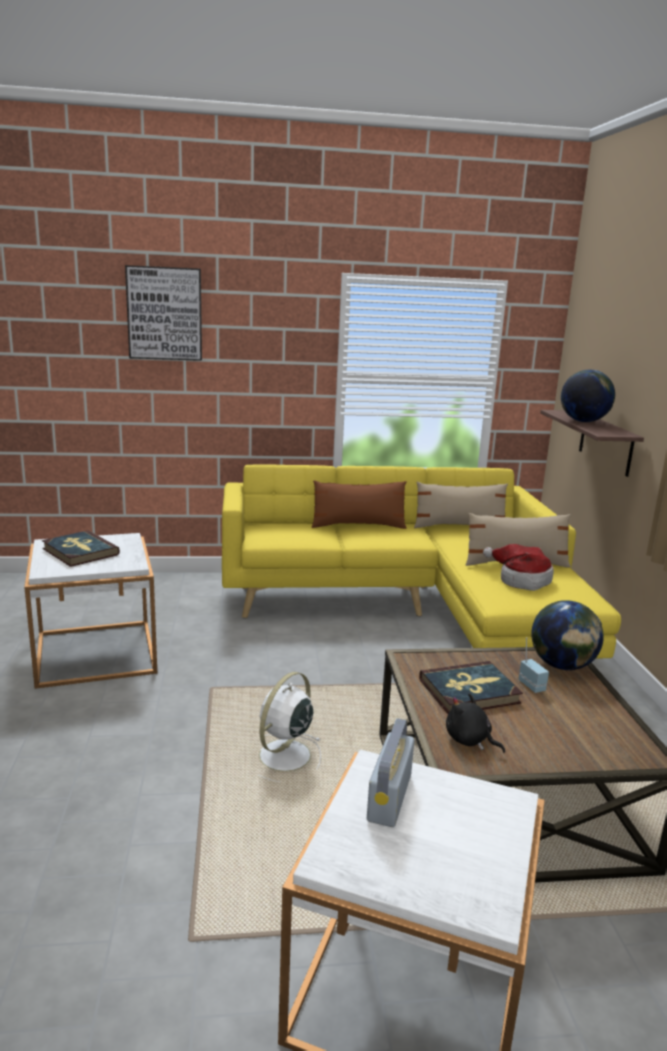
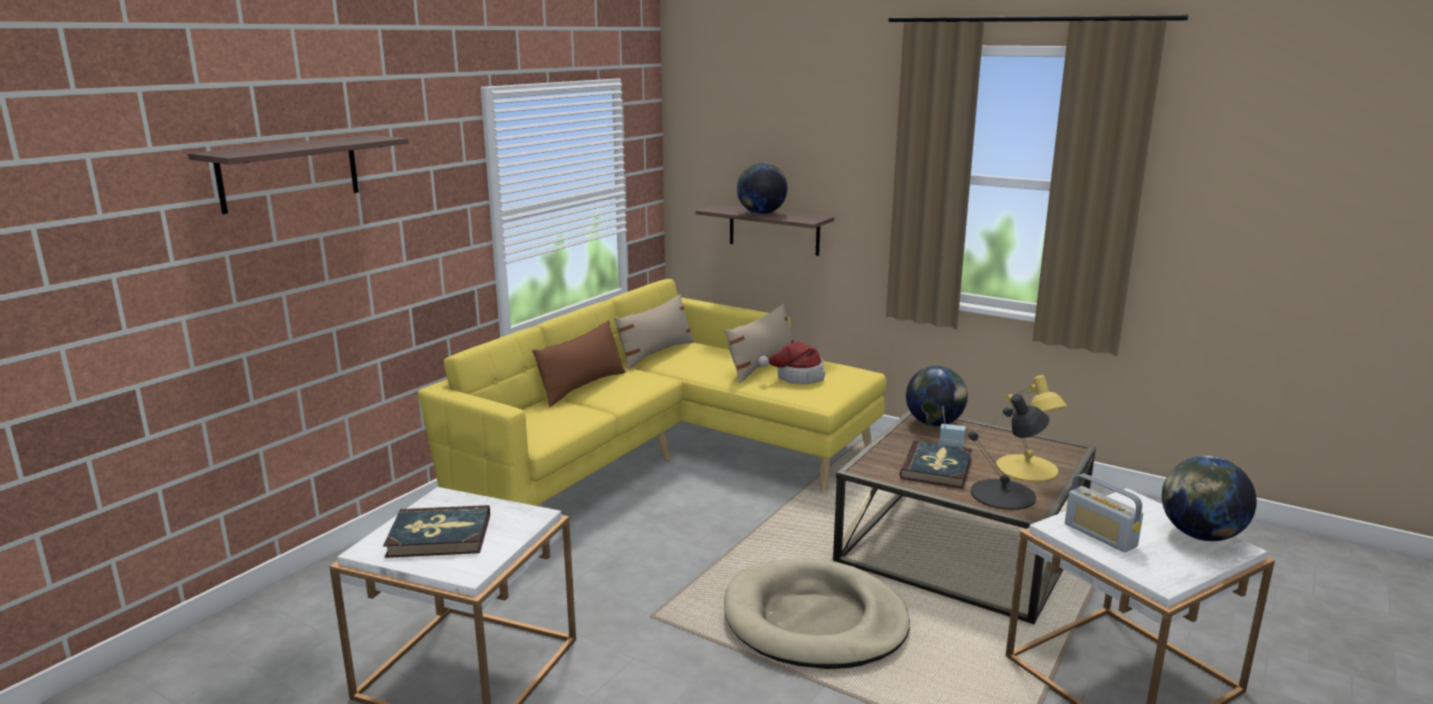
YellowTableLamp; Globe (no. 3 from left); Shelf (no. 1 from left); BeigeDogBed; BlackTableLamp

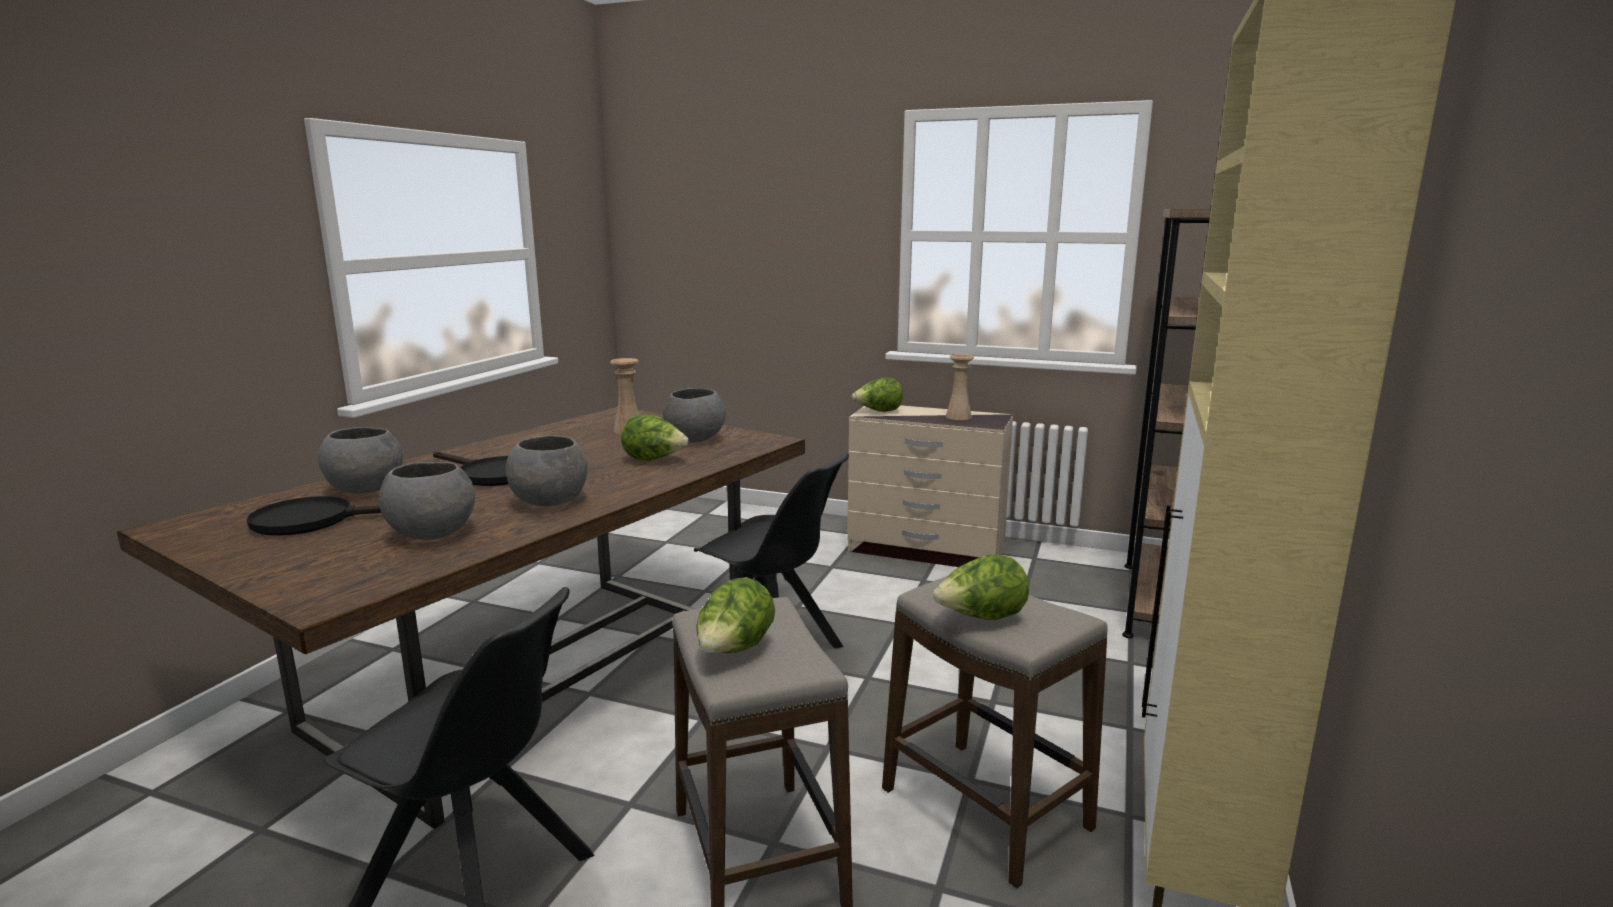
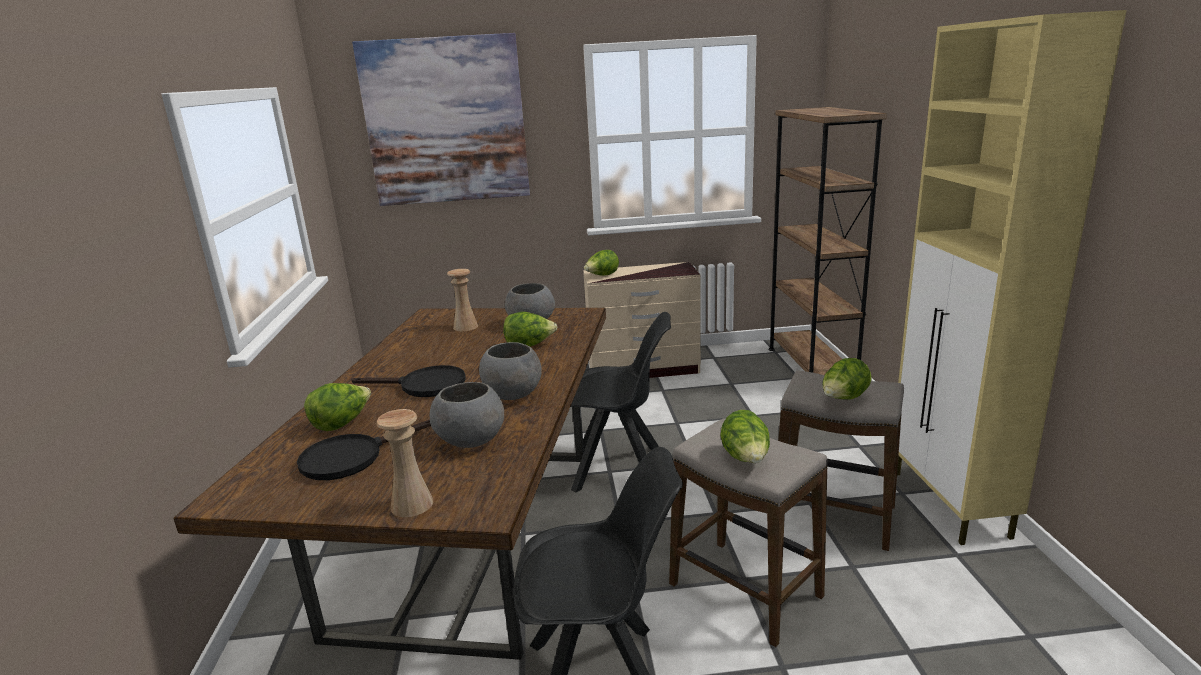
Picture; BeigeVase (no. 1 from left); Lettuce (no. 1 from left)

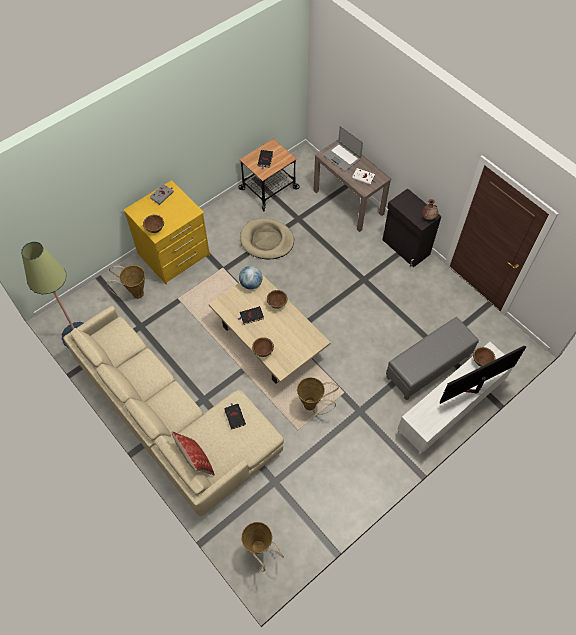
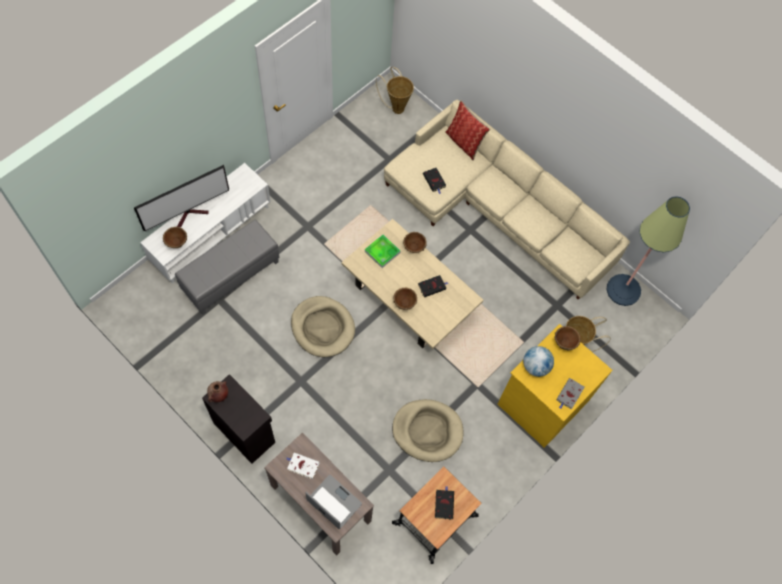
Basket (no. 3 from left in the first image); BeigeDogBed (no. 1 from left); Tray; Globe

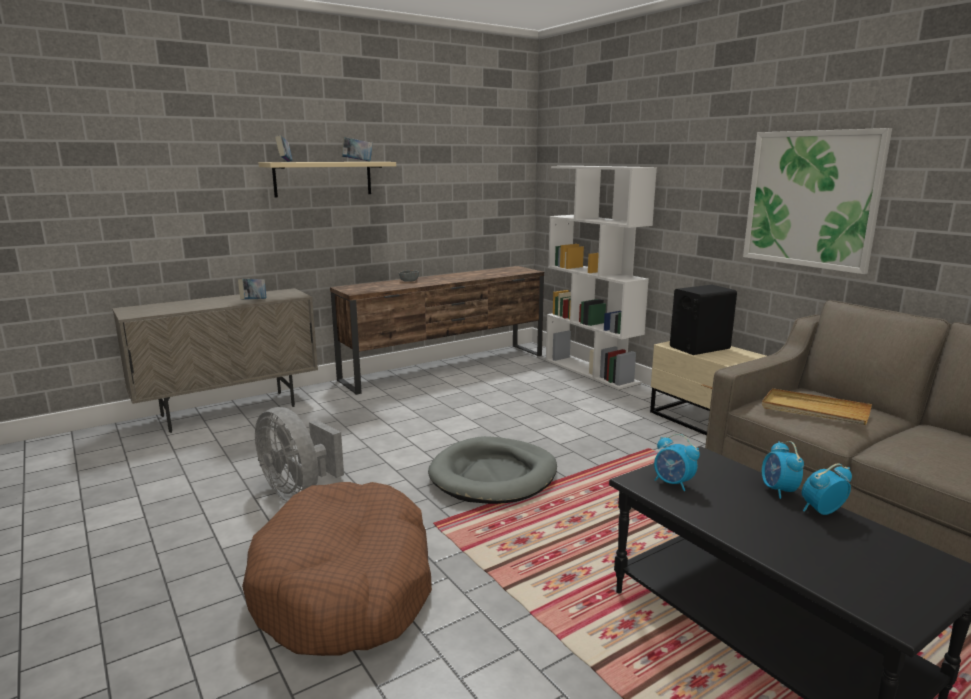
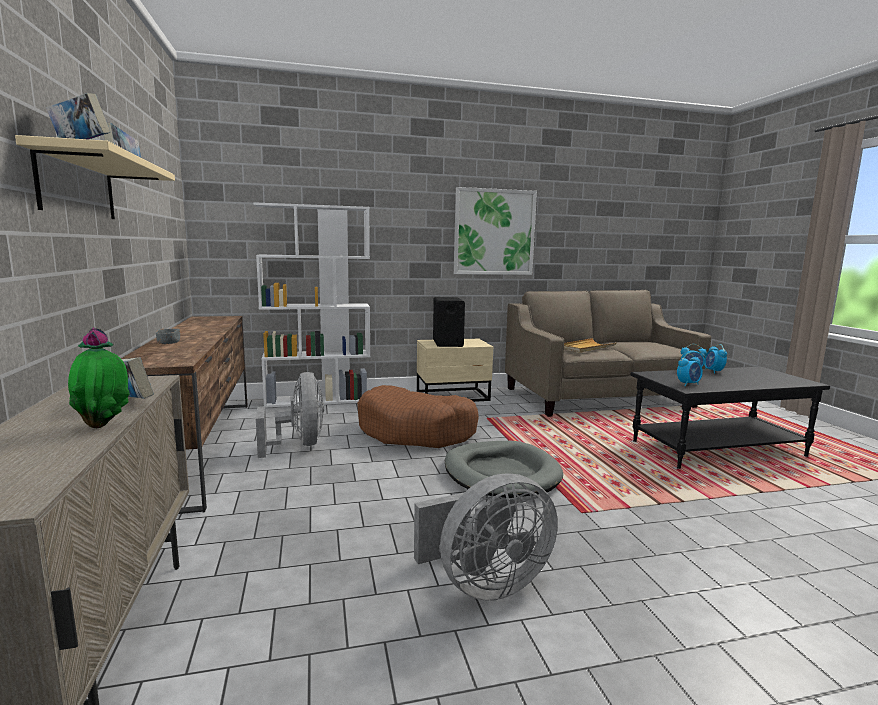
PottedPlant; GreyFan (no. 1 from left); BrownDogBed

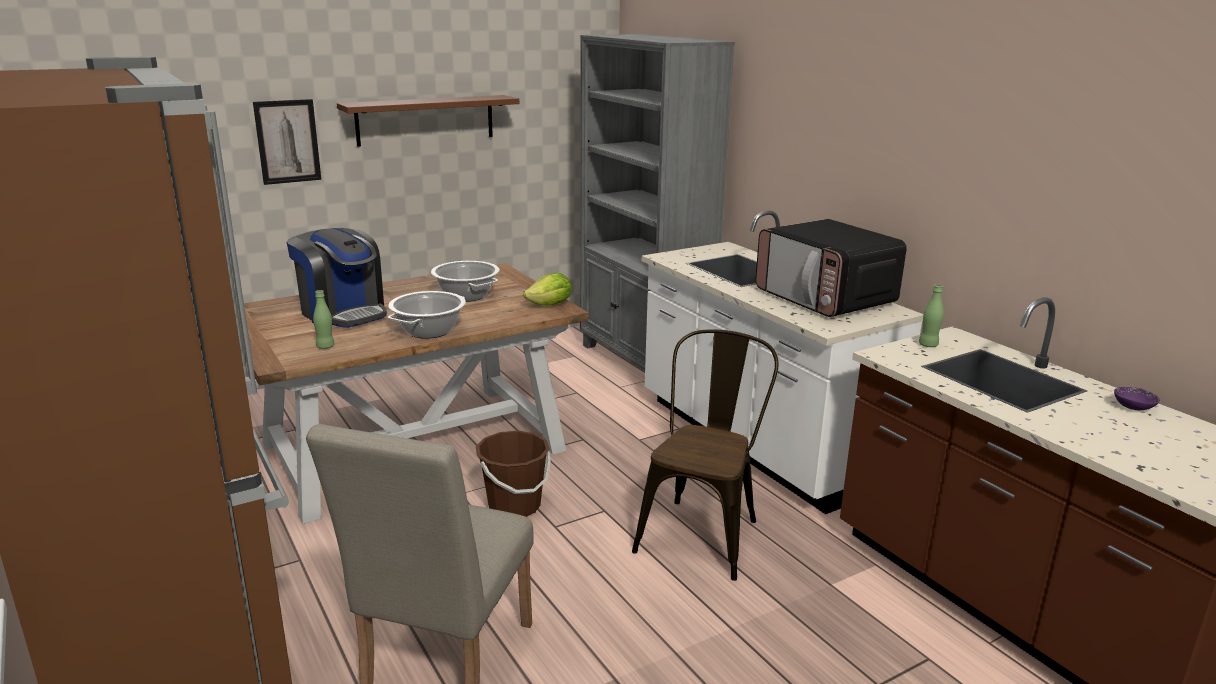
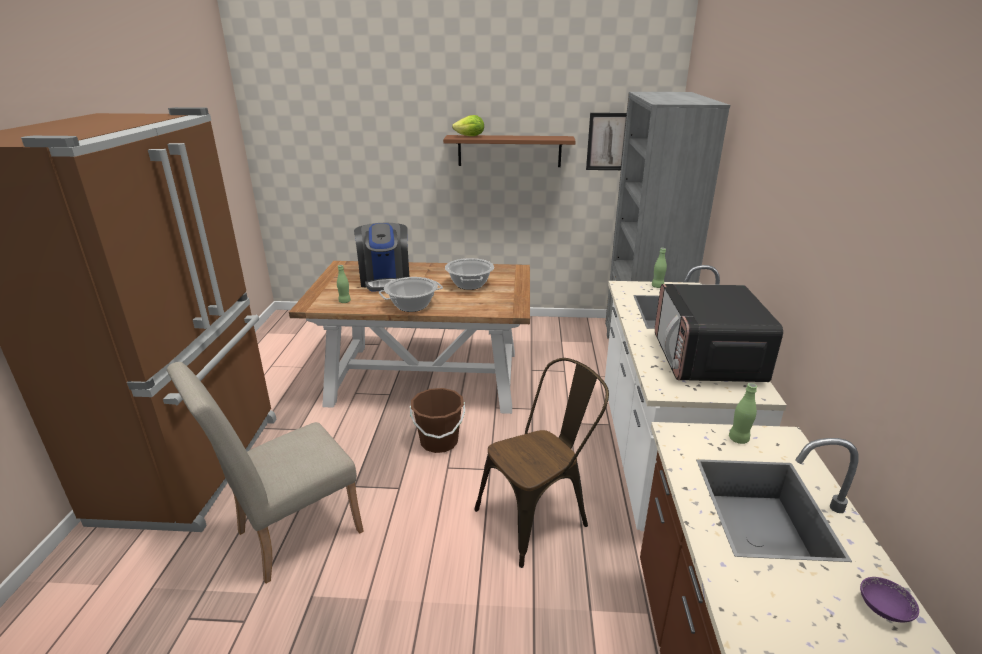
GreenBottle (no. 2 from left); Picture; Lettuce

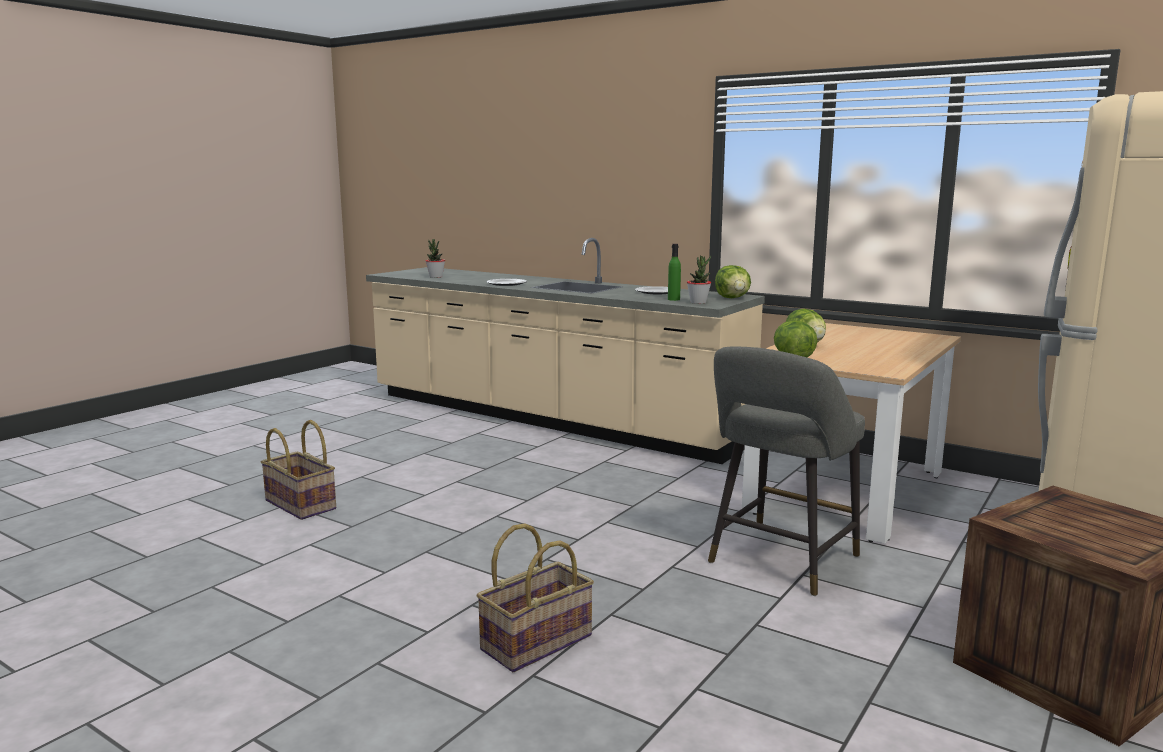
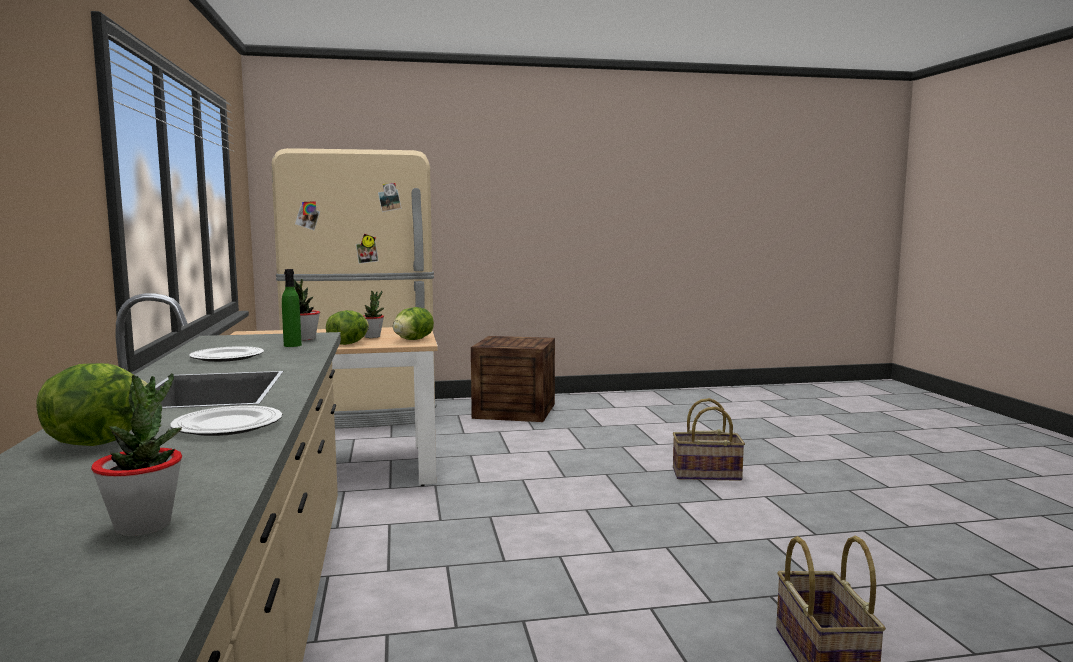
GreyStool; PottedPlant (no. 3 from left); Lettuce (no. 1 from left)

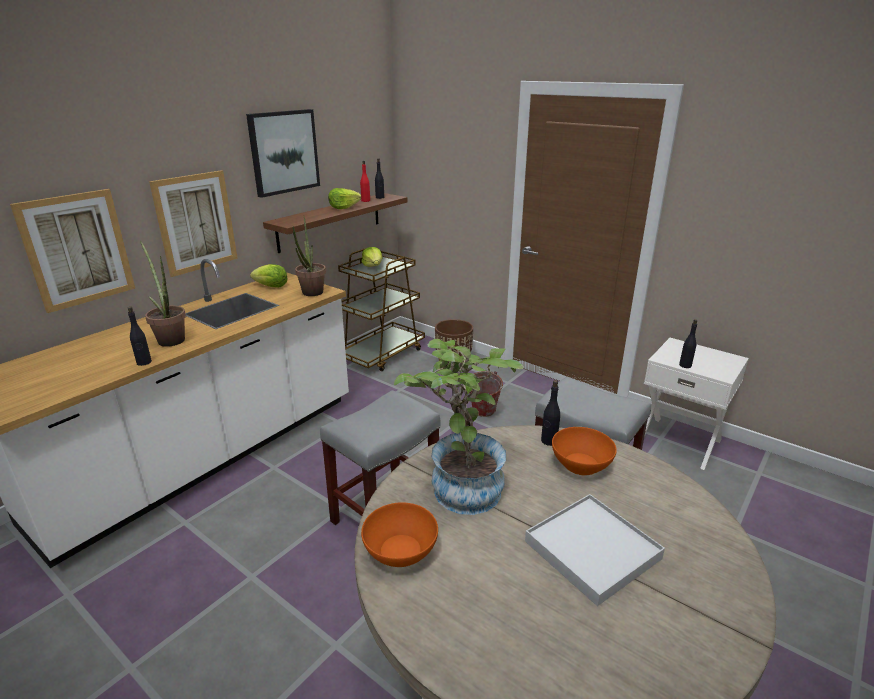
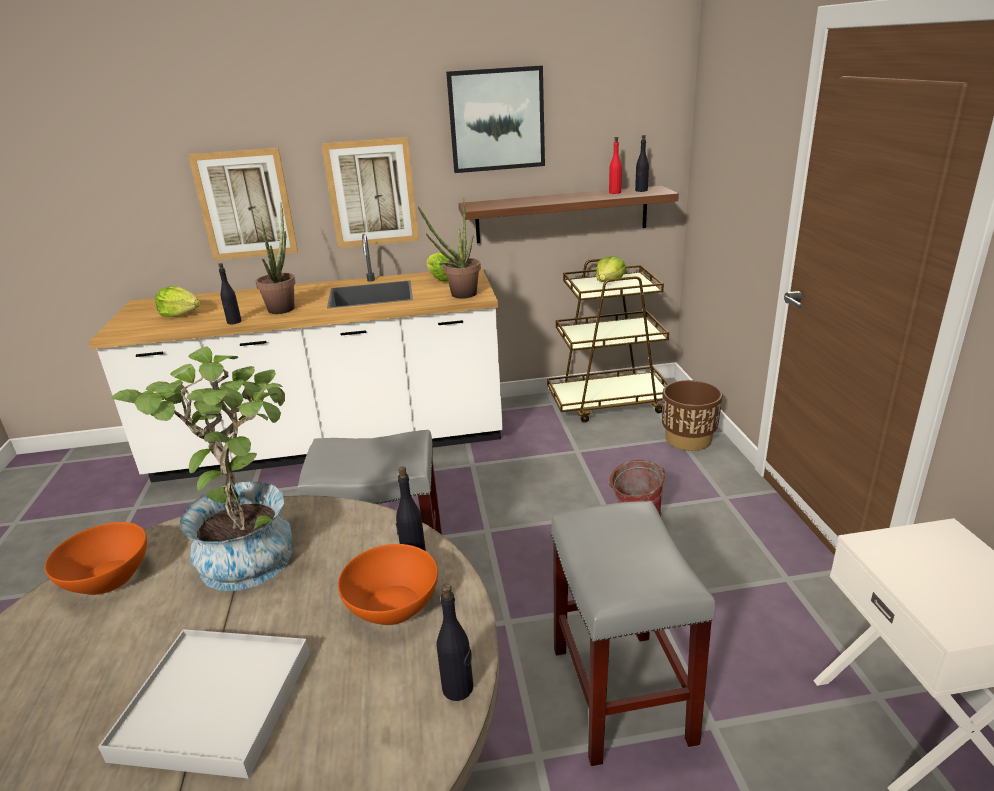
Lettuce (no. 1 from left); BlackBottle (no. 3 from left)

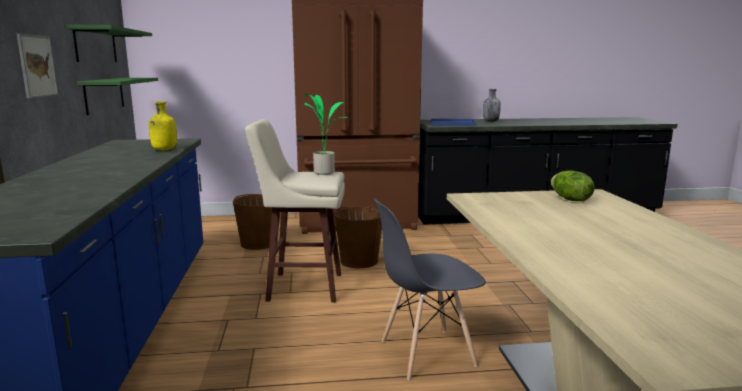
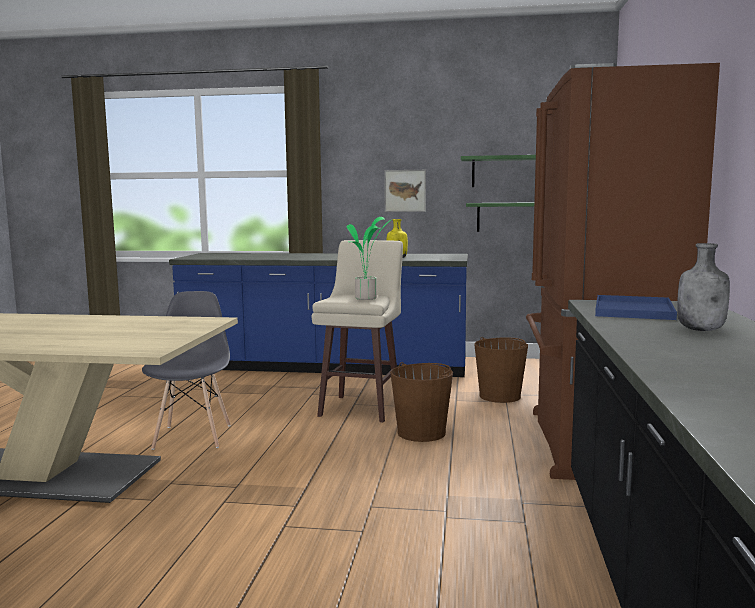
Lettuce

